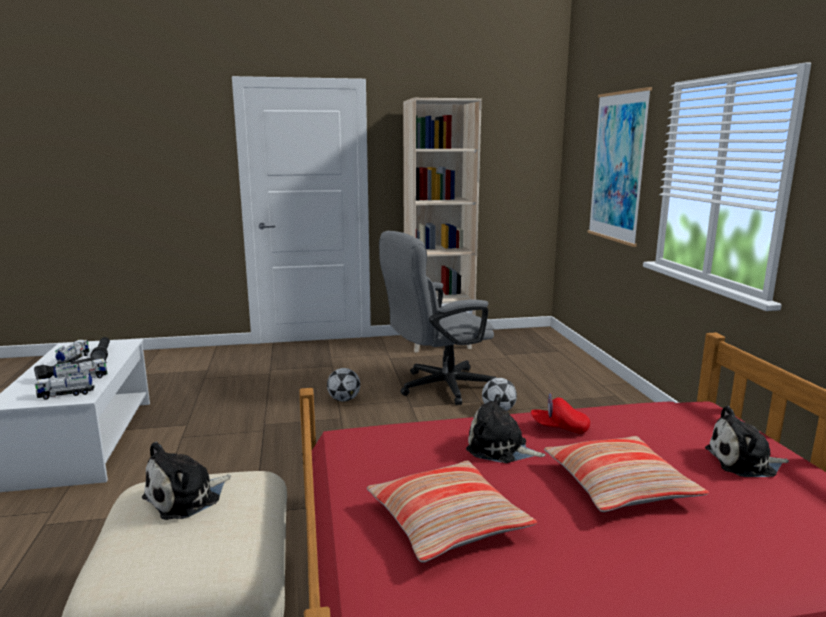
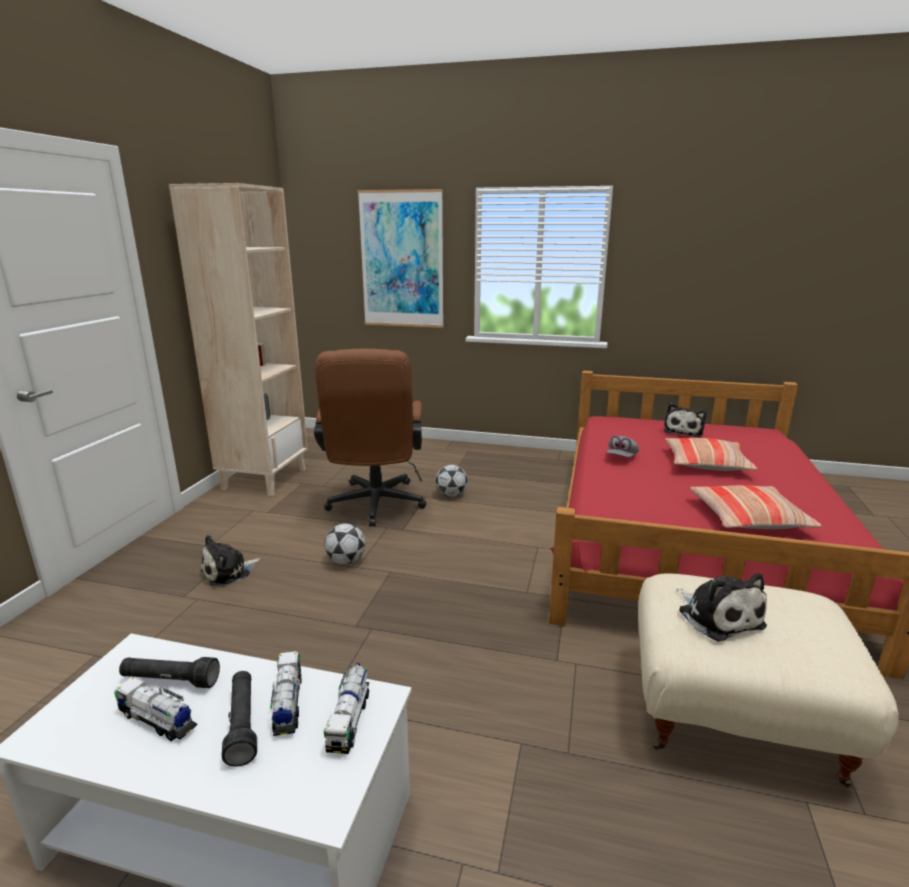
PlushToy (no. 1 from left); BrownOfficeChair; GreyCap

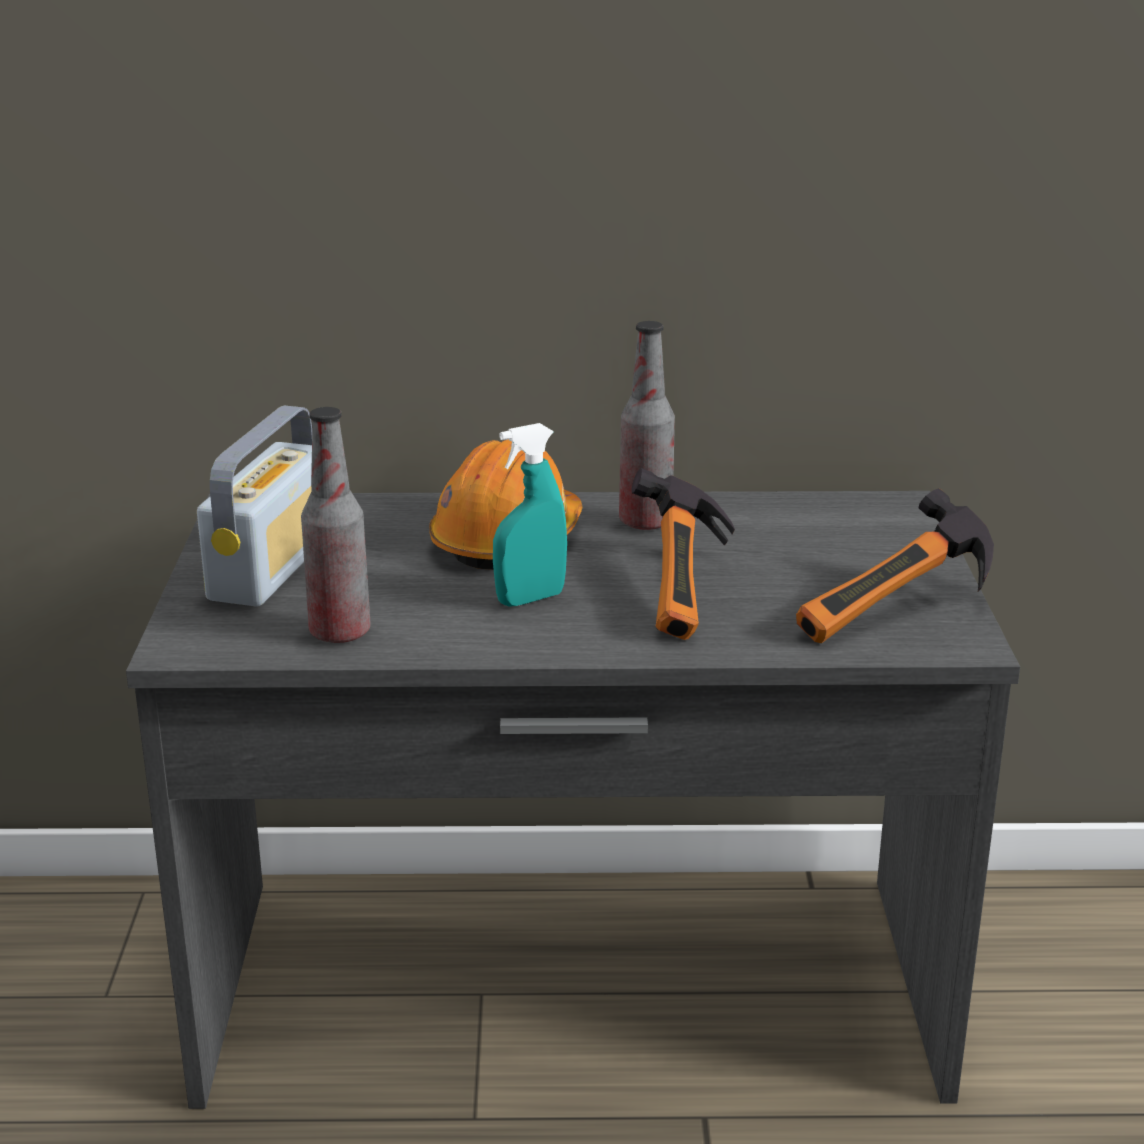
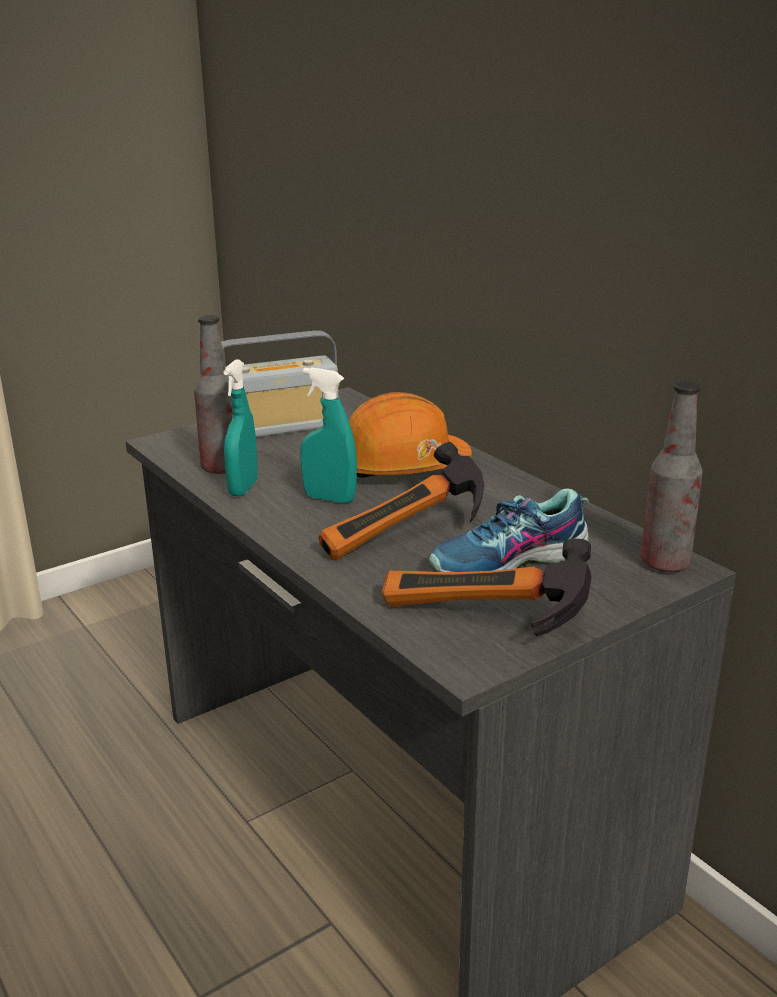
TurquoiseSprayBottle (no. 1 from left); Shoe; Bottle (no. 2 from left)

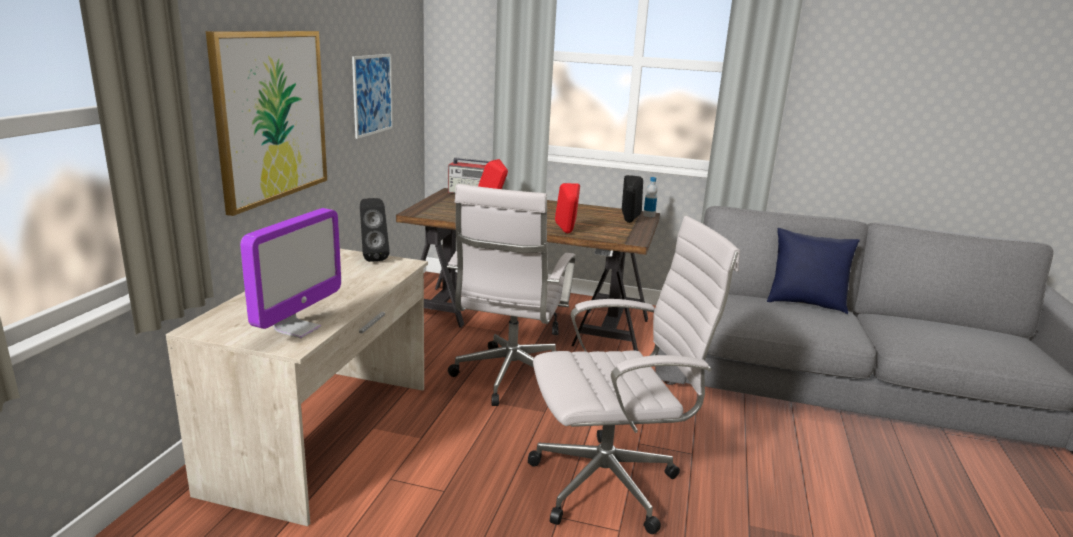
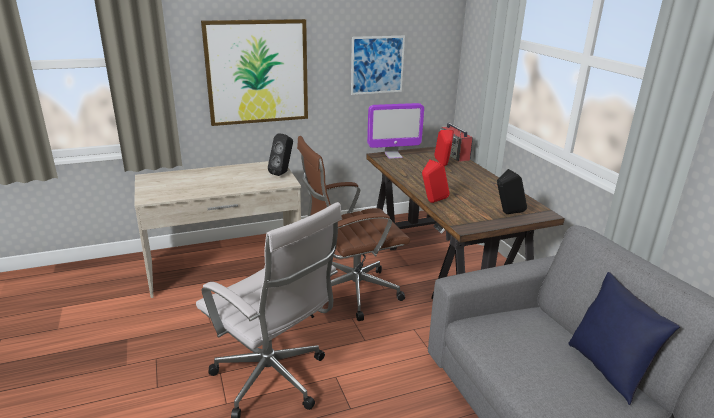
Bottle; Monitor; BrownOfficeChair

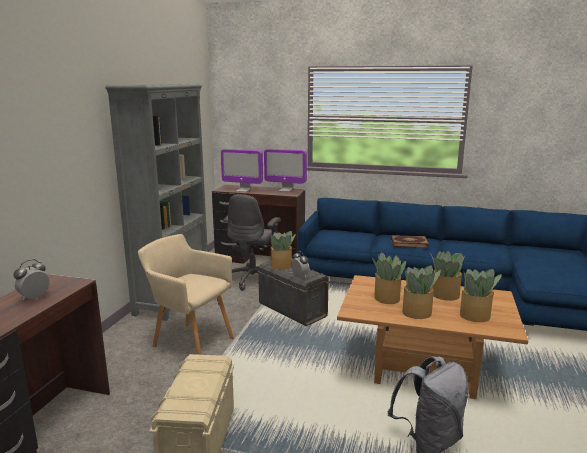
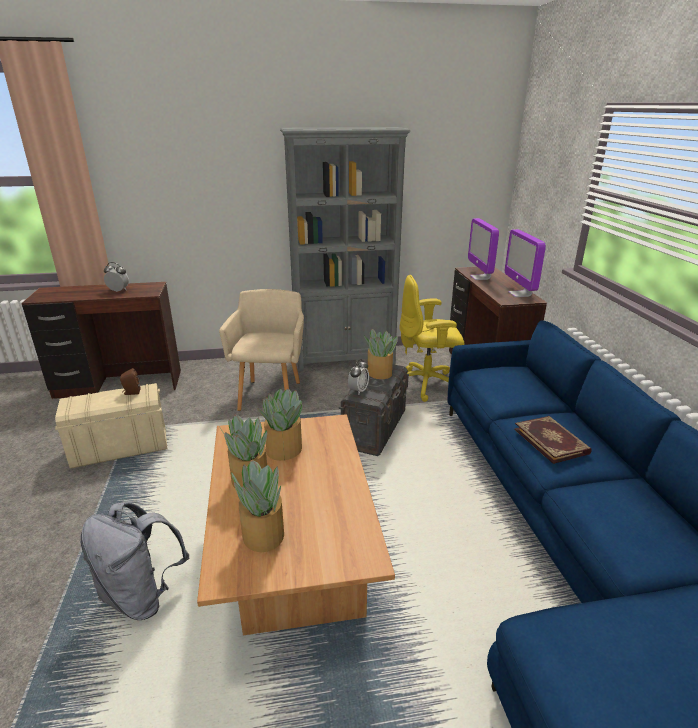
PottedPlant (no. 4 from left in the first image); BrownSpeaker; YellowOfficeChair

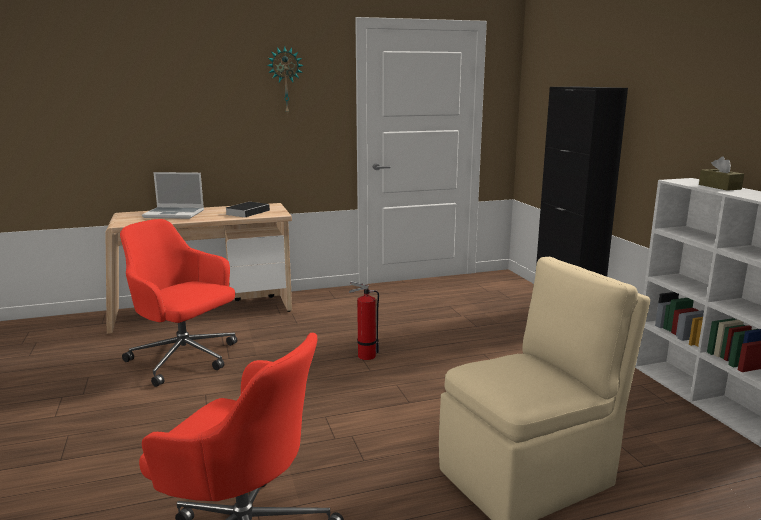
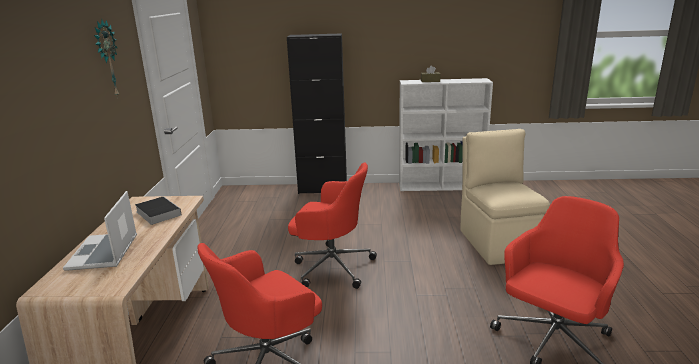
RedOfficeChair (no. 2 from left); Laptop

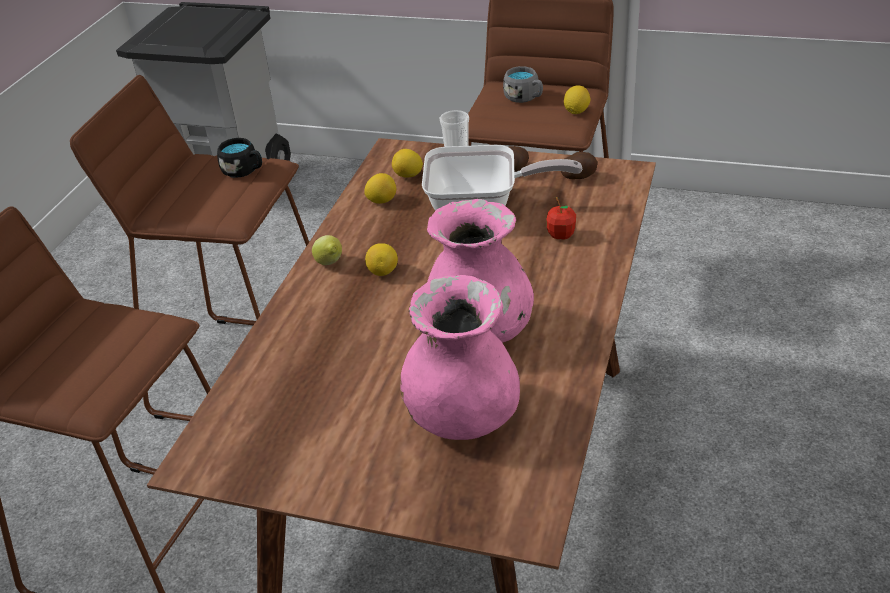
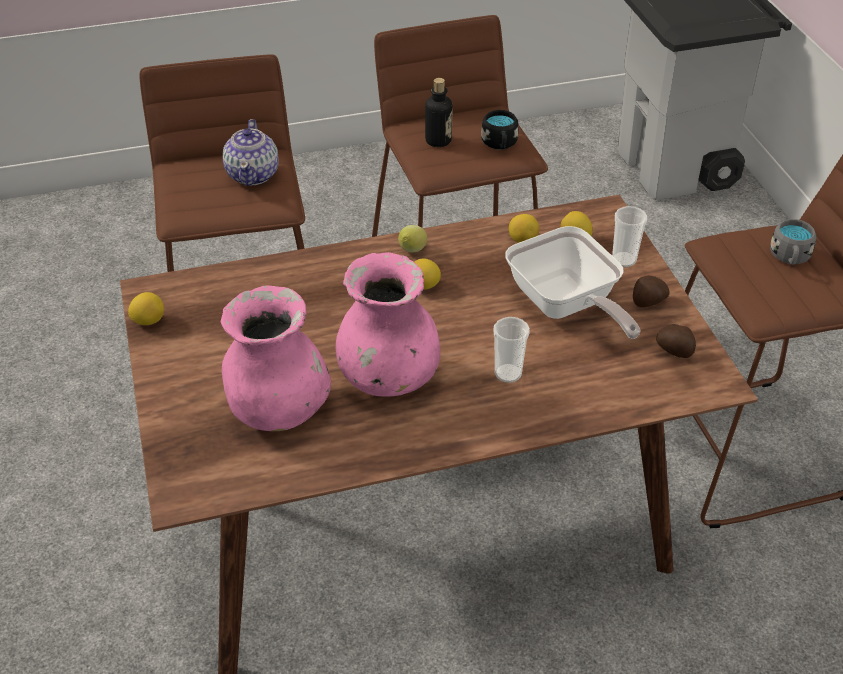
Apple; Teapot; Bottle; Cup (no. 1 from left); Lemon (no. 1 from left)

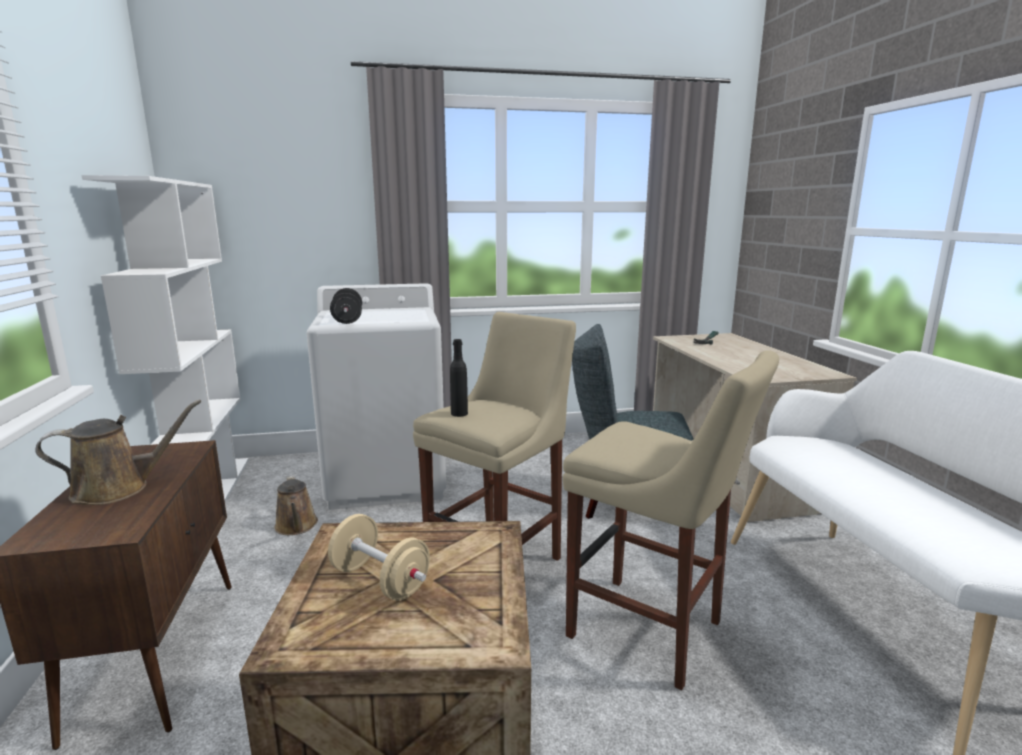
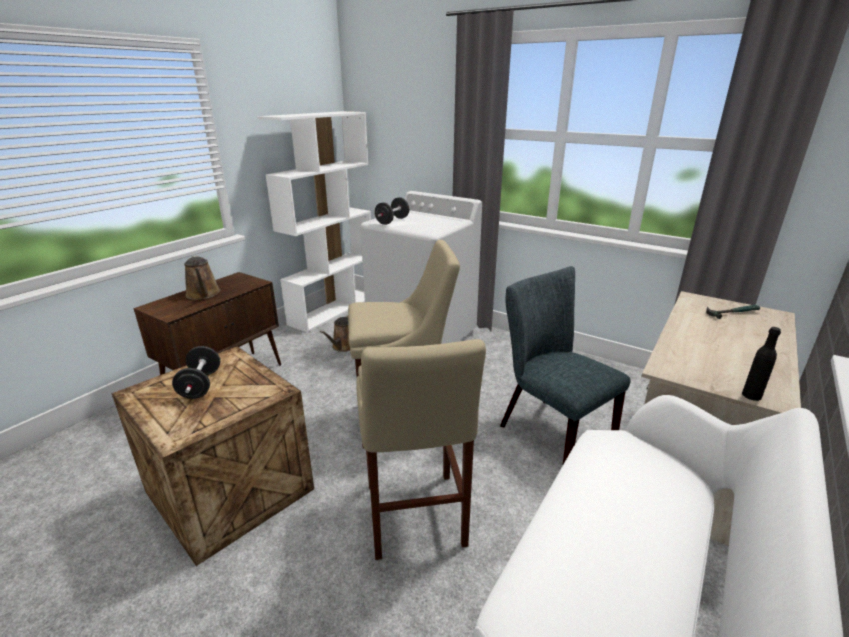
BlackBottle; BlackDumbbell (no. 1 from left); BrownWateringCan (no. 1 from left)

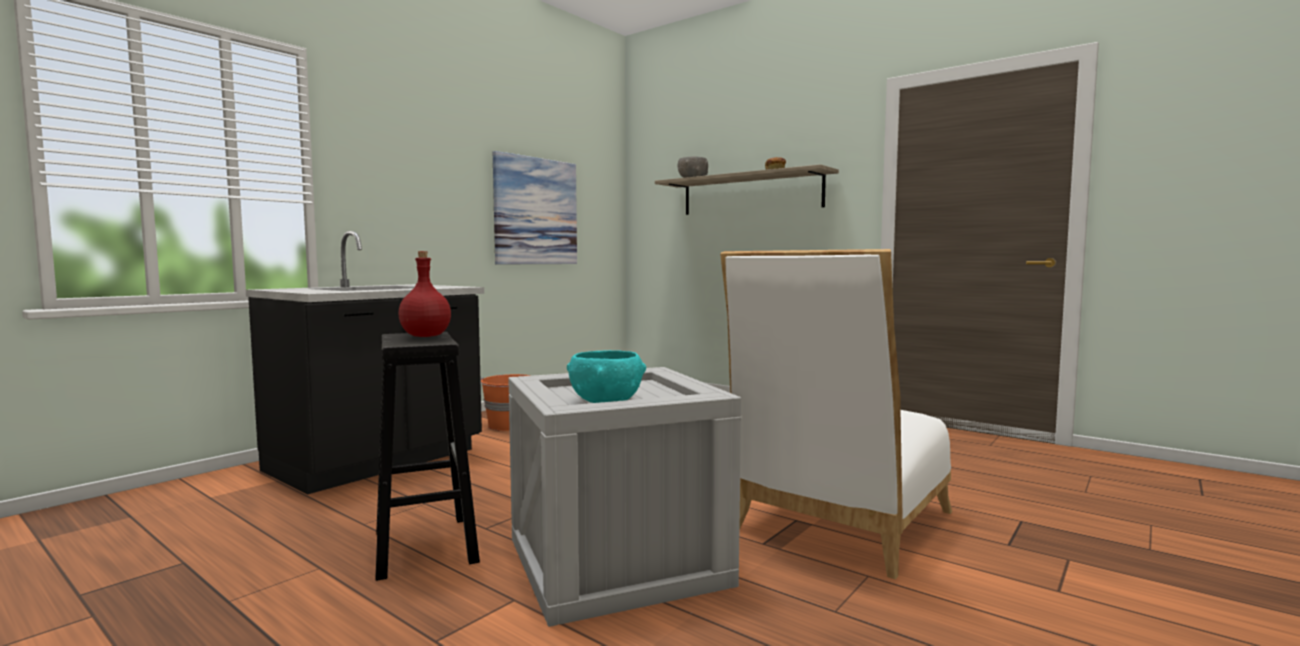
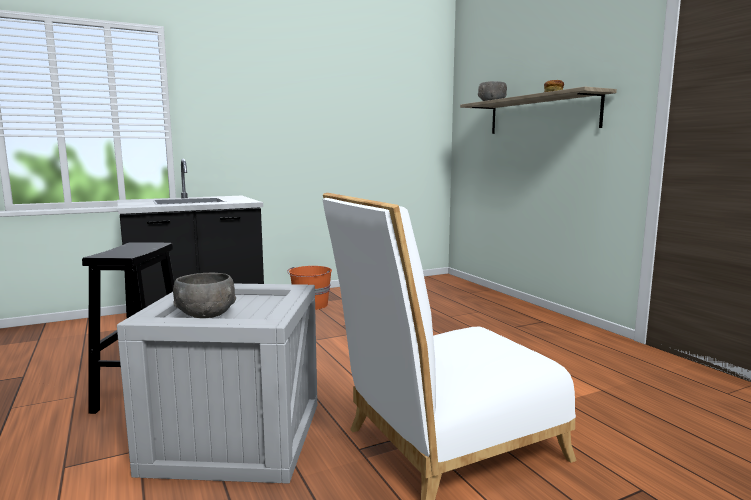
RedBottle; Picture; GreyBowl (no. 1 from left)

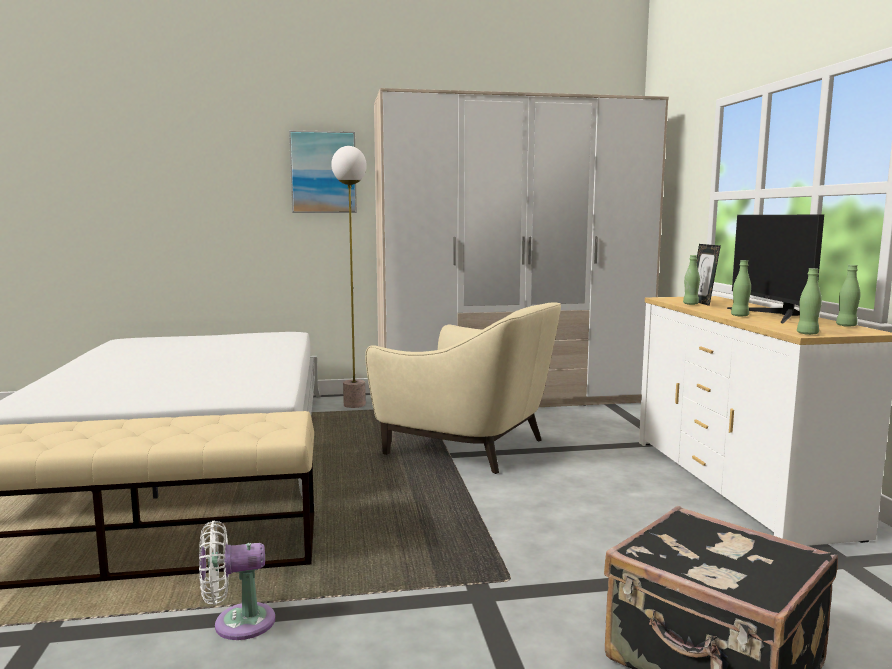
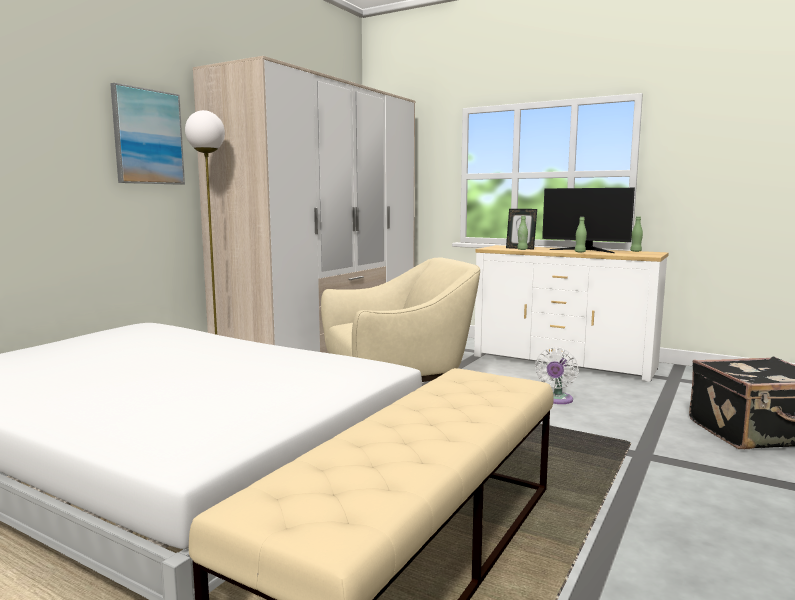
GreenBottle (no. 3 from left in the first image); WhiteFan

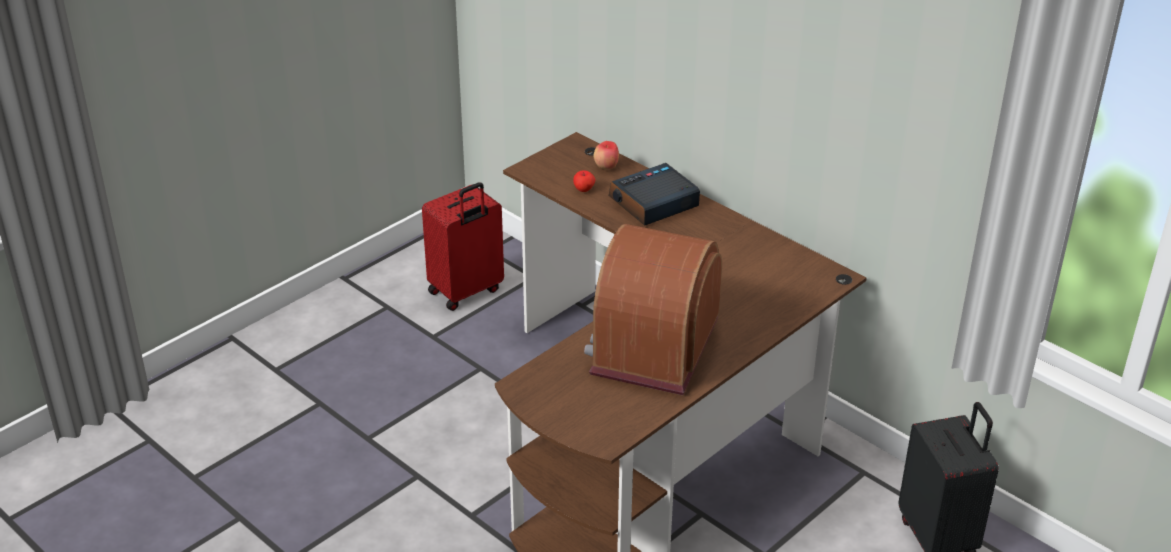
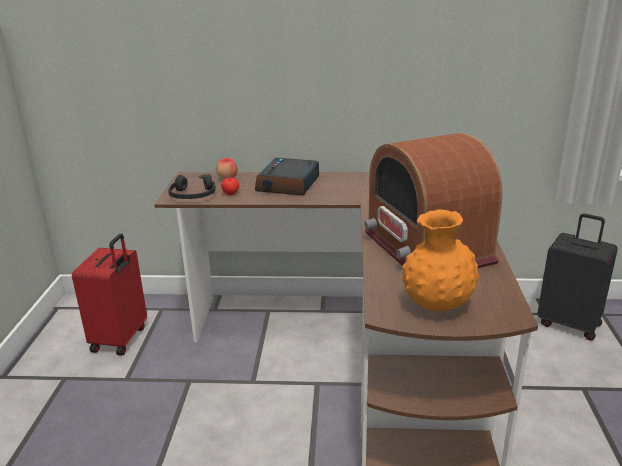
BlackHeadphones; OrangeVase

